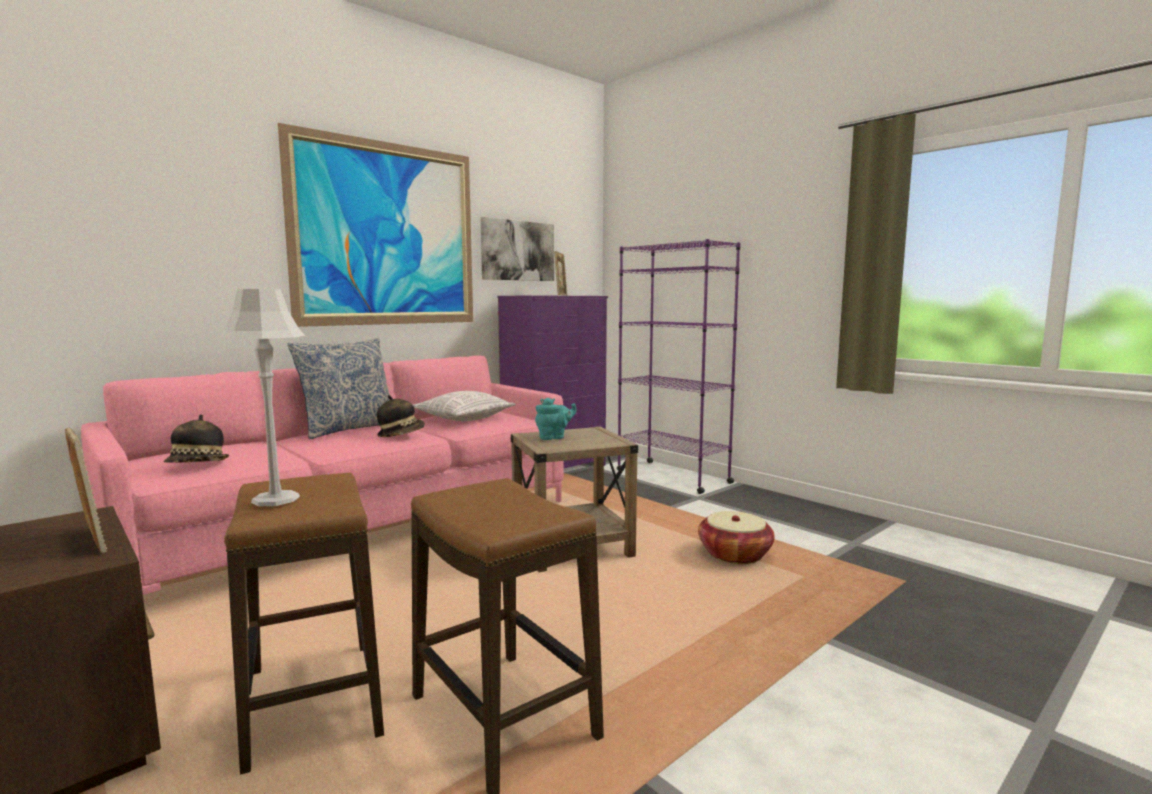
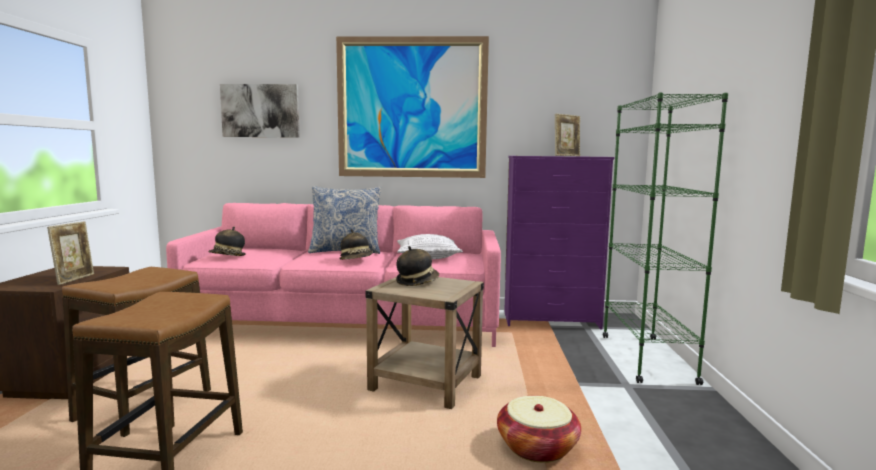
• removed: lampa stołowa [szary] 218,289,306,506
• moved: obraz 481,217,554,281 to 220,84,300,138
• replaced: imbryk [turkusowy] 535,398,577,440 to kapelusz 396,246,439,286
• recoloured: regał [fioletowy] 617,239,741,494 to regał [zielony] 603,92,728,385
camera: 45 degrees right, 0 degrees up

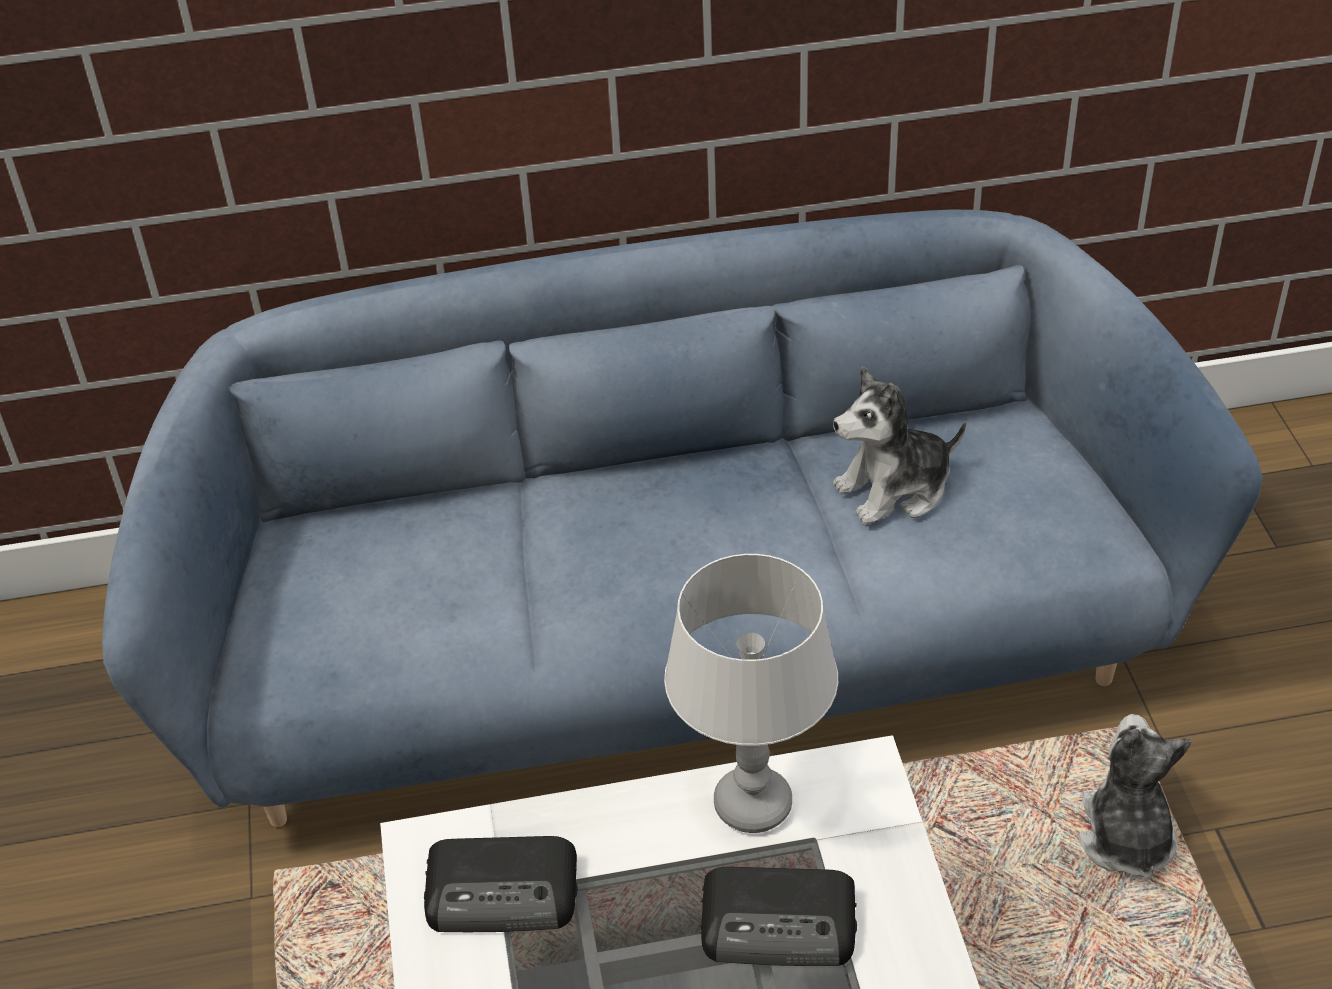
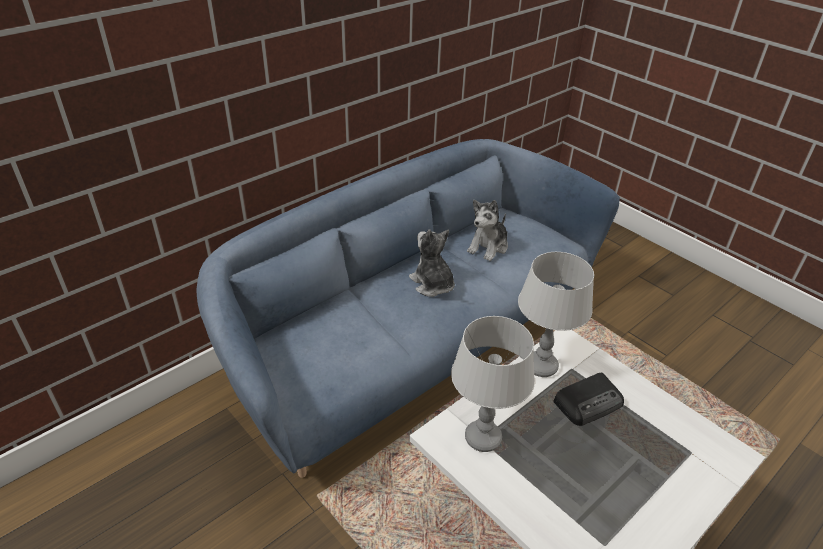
• moved: pluszak 1079,714,1192,880 to 409,229,455,297
• replaced: radio 424,836,578,932 to lampa stołowa [szary] 451,316,535,452
camera: 35 degrees left, 5 degrees down

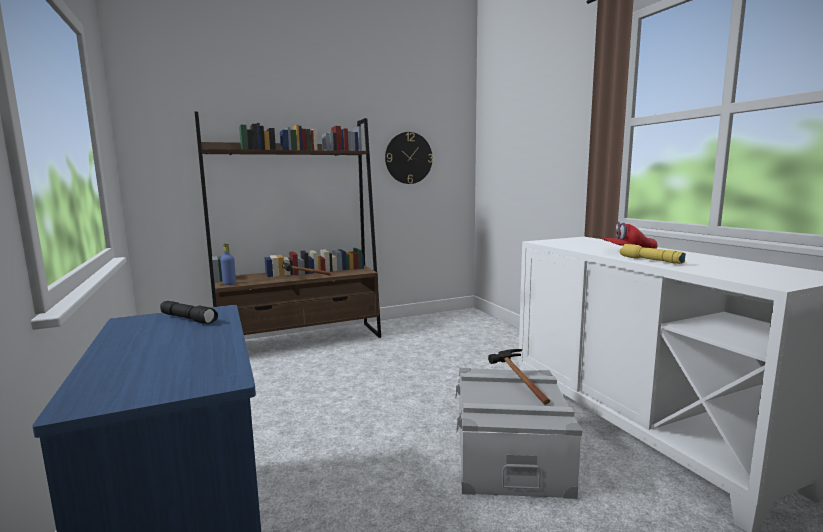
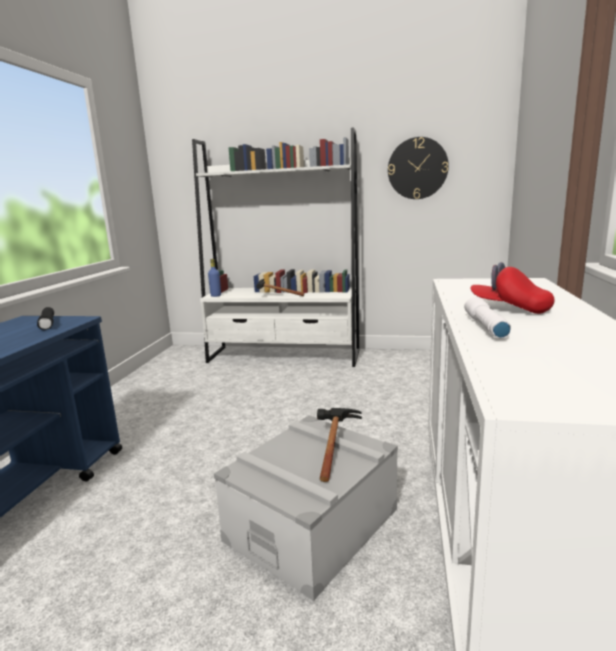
• recoloured: regał [brązowy] 195,112,381,338 to regał [biały] 192,127,359,367
• recoloured: latarka [żółty] 620,244,686,264 to latarka [biały] 464,297,511,338
camera: 35 degrees right, 5 degrees up

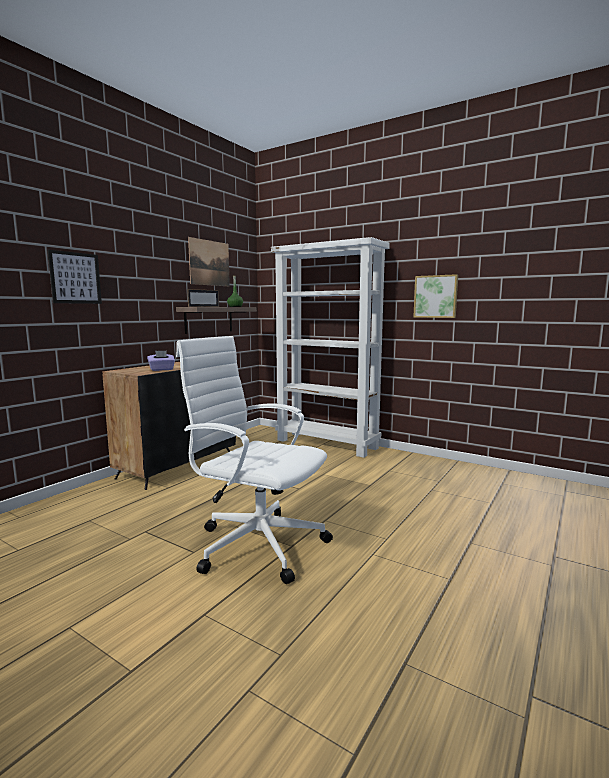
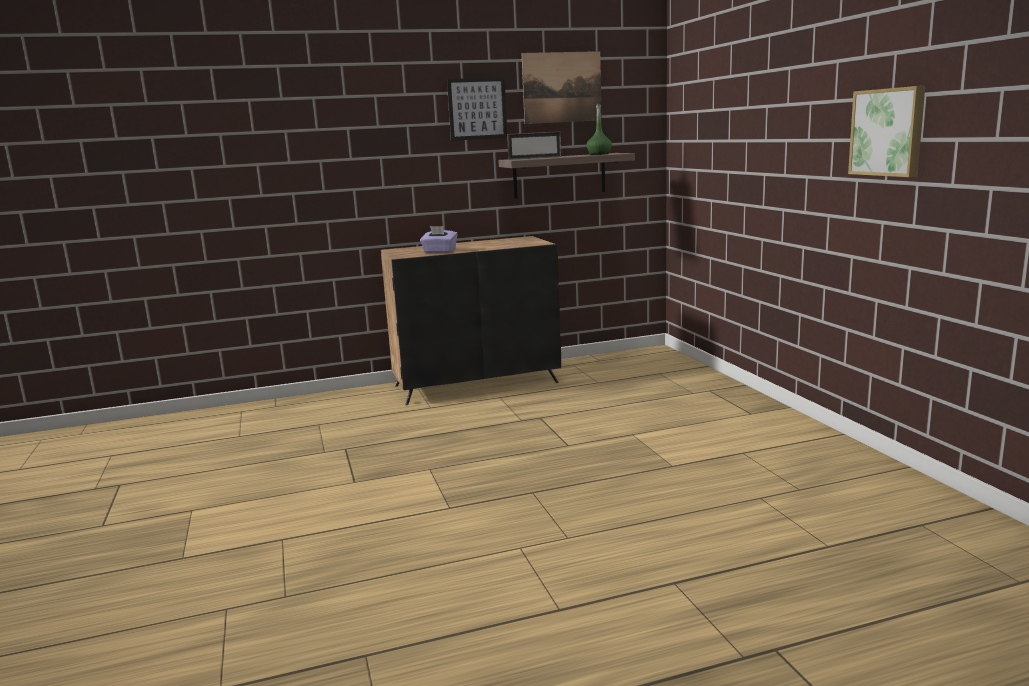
• removed: krzesło biurowe [biały] 176,336,333,584
• removed: regał [biały] 271,237,390,458
• moved: obraz 48,250,102,304 to 447,77,507,141
camera: 40 degrees right, 5 degrees up

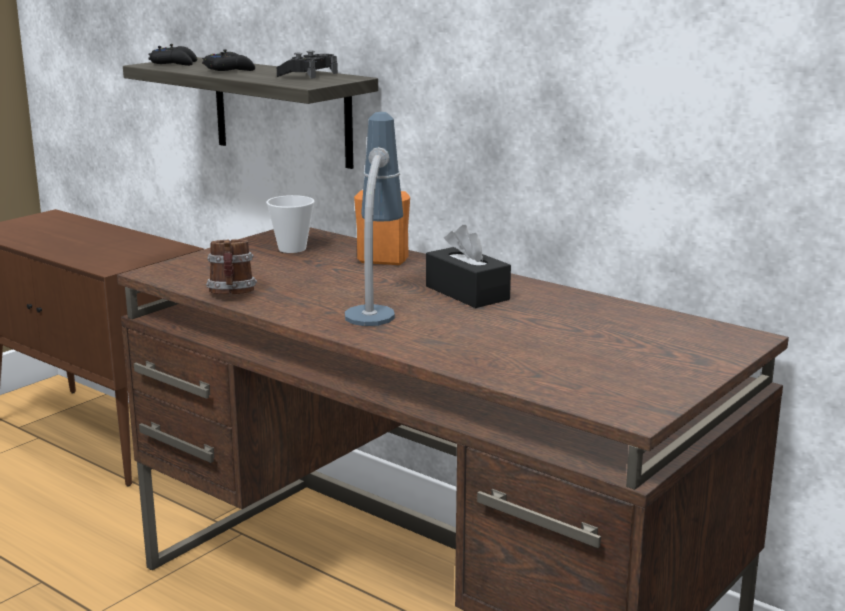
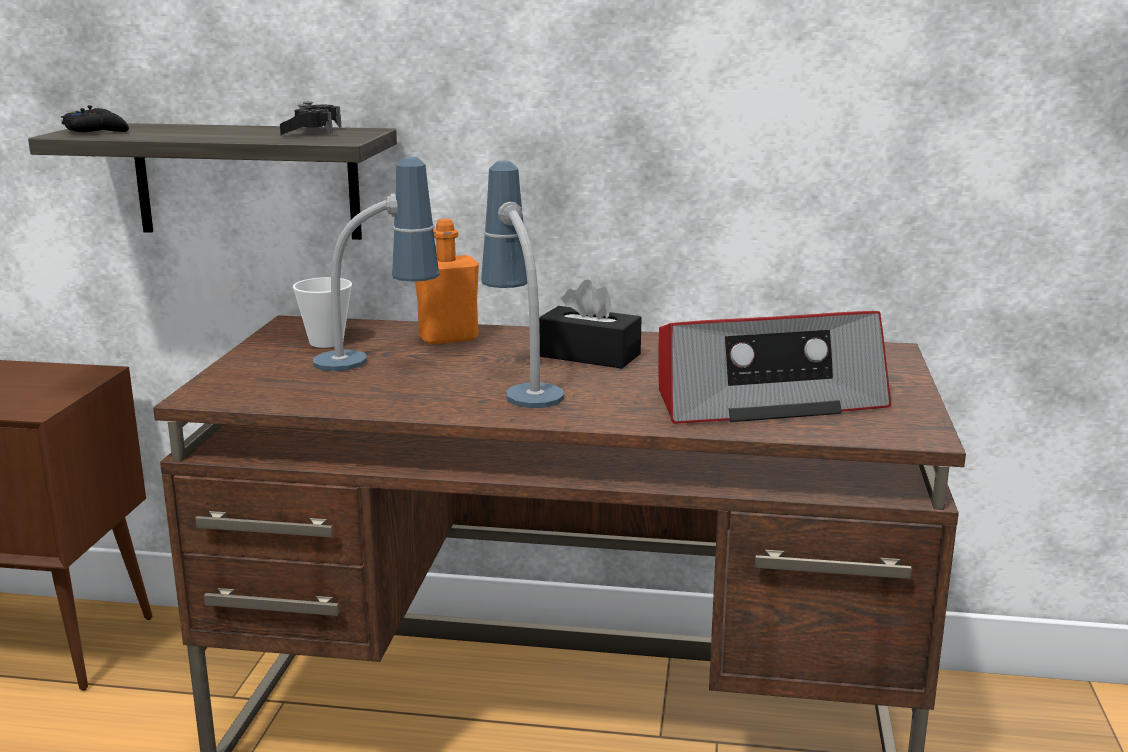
• removed: pad do gier [czarny] 202,50,255,71
• removed: kubek 206,239,257,294
• added: lampa stołowa 313,157,440,371
• added: radio 658,311,891,424
camera: 30 degrees left, 0 degrees up

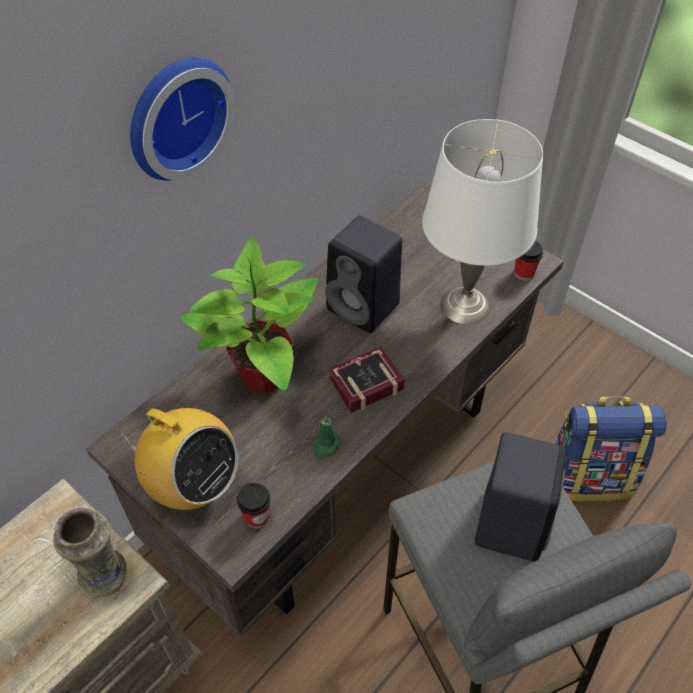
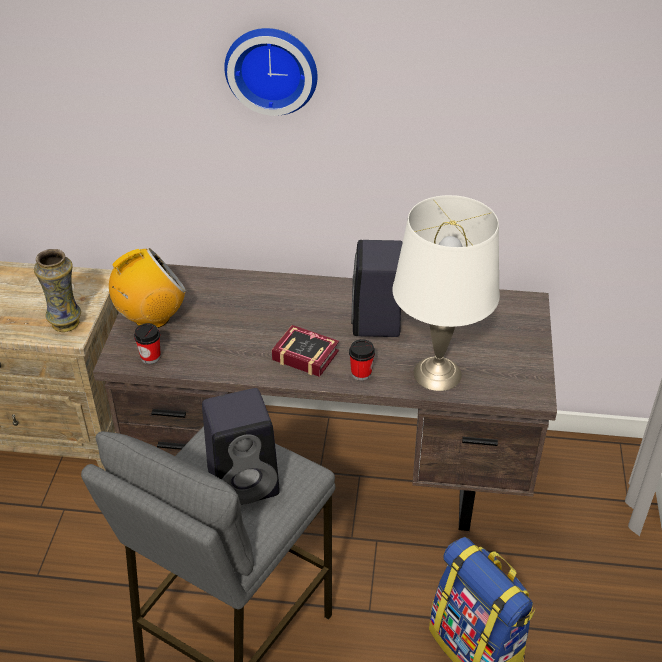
• removed: roślina doniczkowa 180,237,318,394
• removed: świeca [zielony] 313,416,342,459
• moved: filiżanka 514,241,543,281 to 349,339,375,381
• turned: radio 119,408,238,510 = 109,248,186,328 120 degrees counterclockwise
camera: 55 degrees right, 10 degrees down

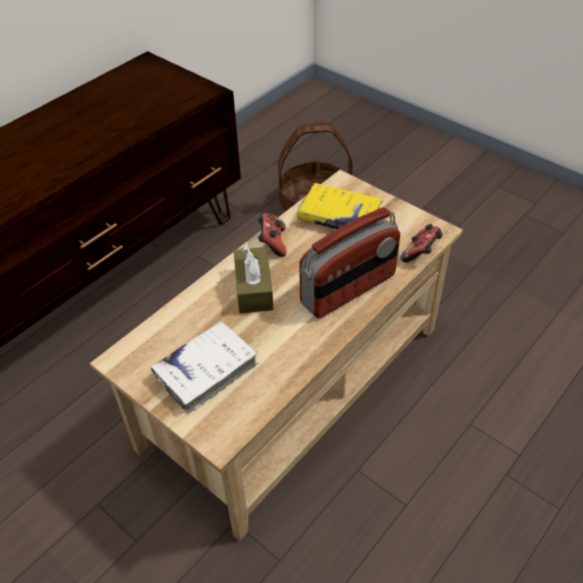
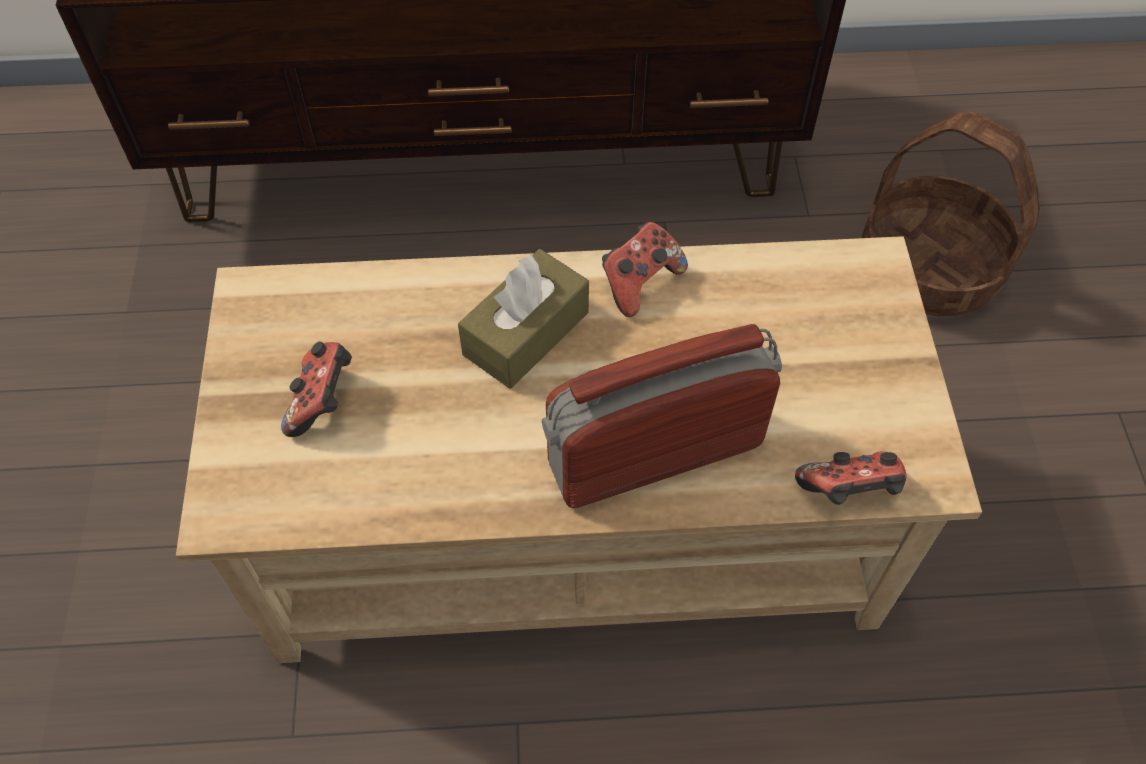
• removed: książka [żółty] 297,183,383,229
• replaced: książka [biały] 151,320,259,413 to pad do gier 281,342,352,437
• turned: radio 299,207,400,318 = 542,324,782,508 150 degrees clockwise
camera: 45 degrees right, 10 degrees up

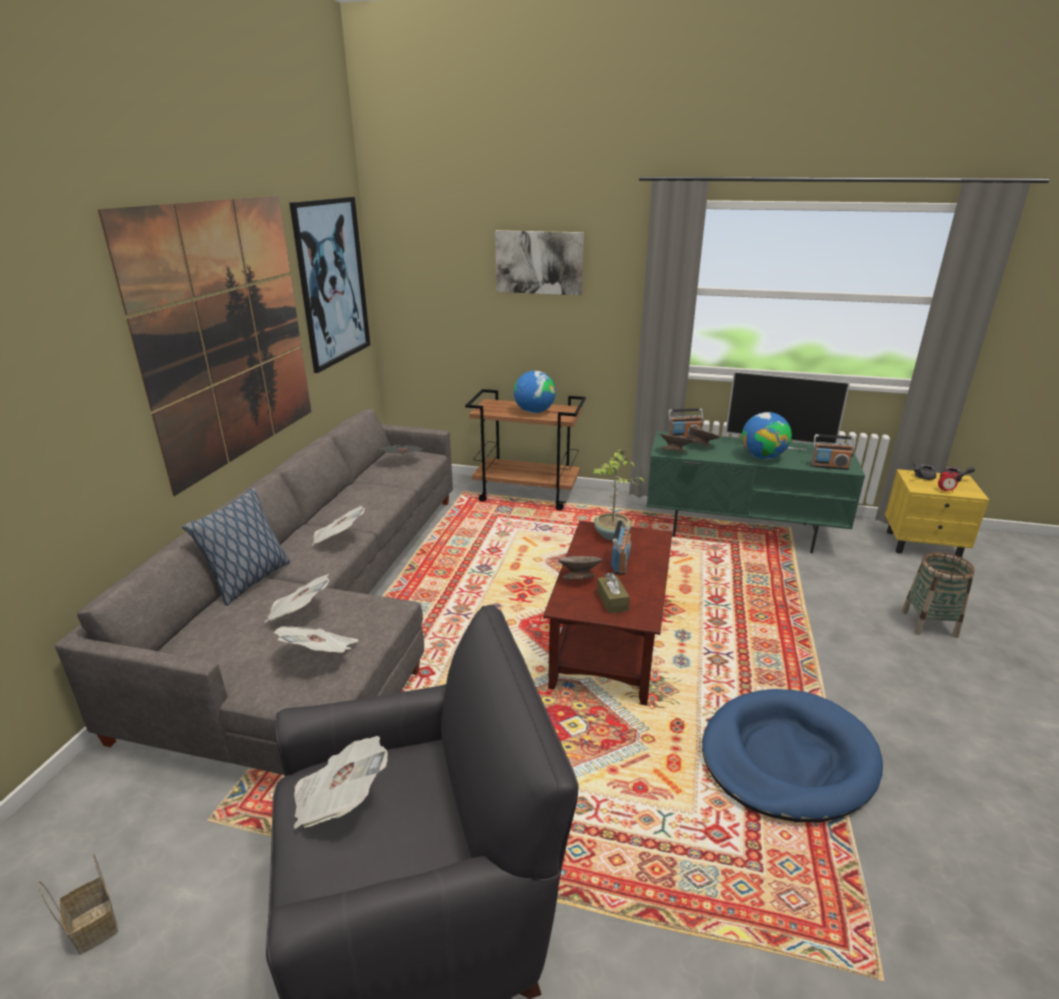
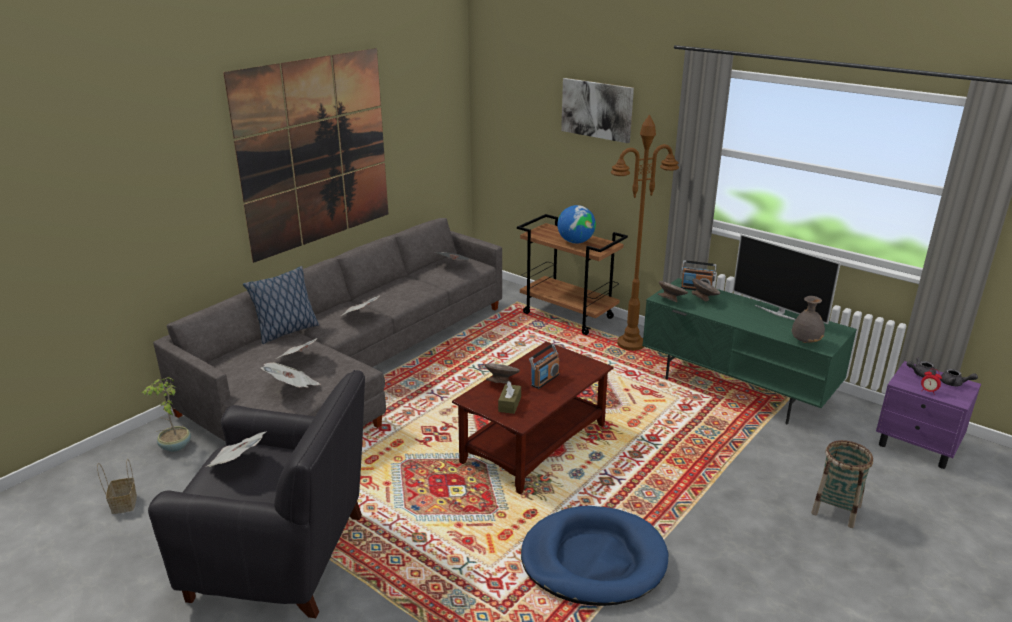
• removed: obraz 289,197,370,373
• removed: globus 742,412,792,459
• added: lampa stojąca [brązowy] 611,115,679,351
• moved: roślina doniczkowa 592,449,644,540 to 142,377,191,452
• replaced: radio 811,434,855,470 to wazon [szary] 792,296,825,343
• recoloured: szafka nocna [żółty] 885,469,989,558 to szafka nocna [fioletowy] 876,361,981,469
camera: 25 degrees right, 0 degrees up

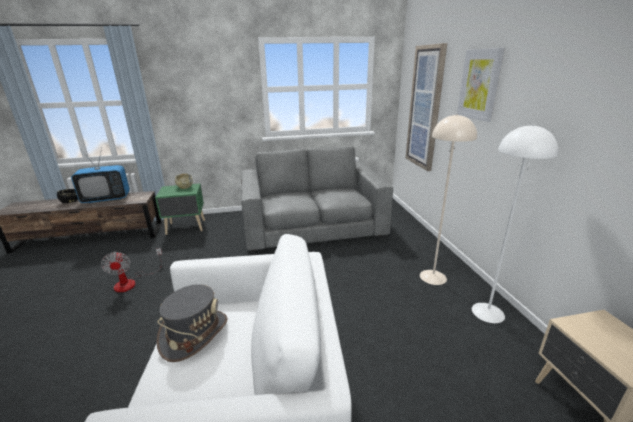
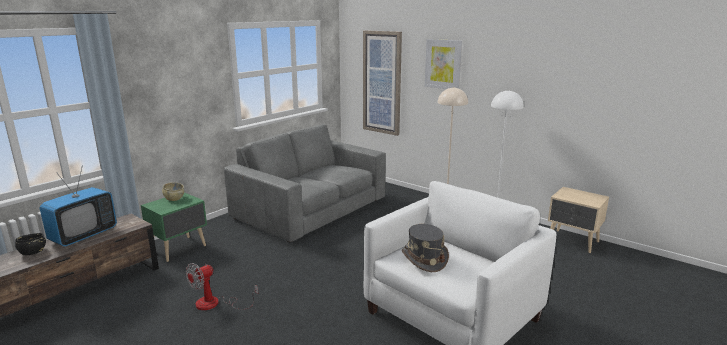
• turned: wentylator 101,248,162,293 = 186,263,258,310 105 degrees clockwise
camera: 40 degrees left, 5 degrees down

